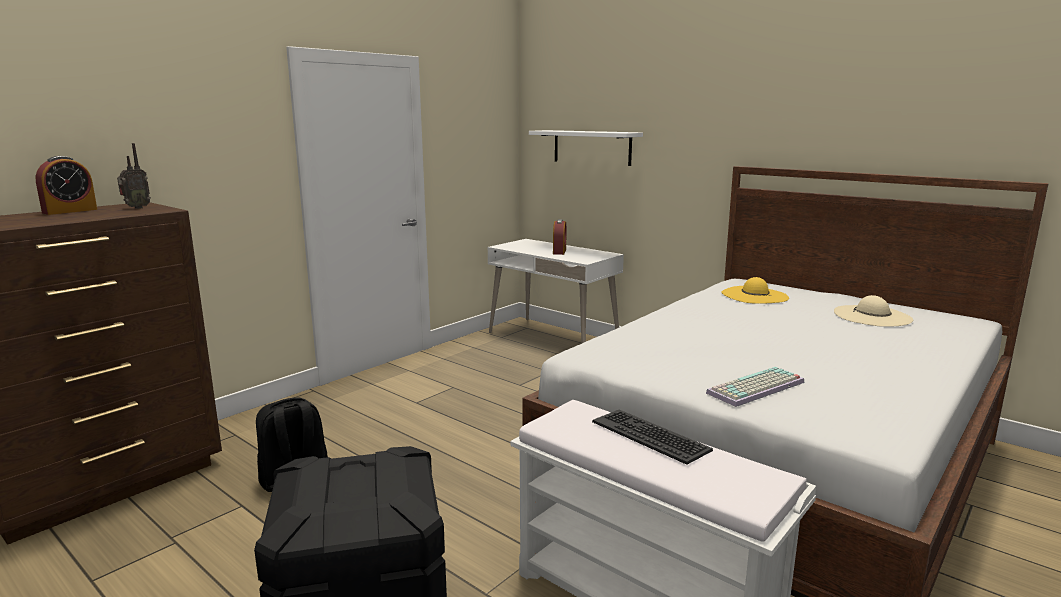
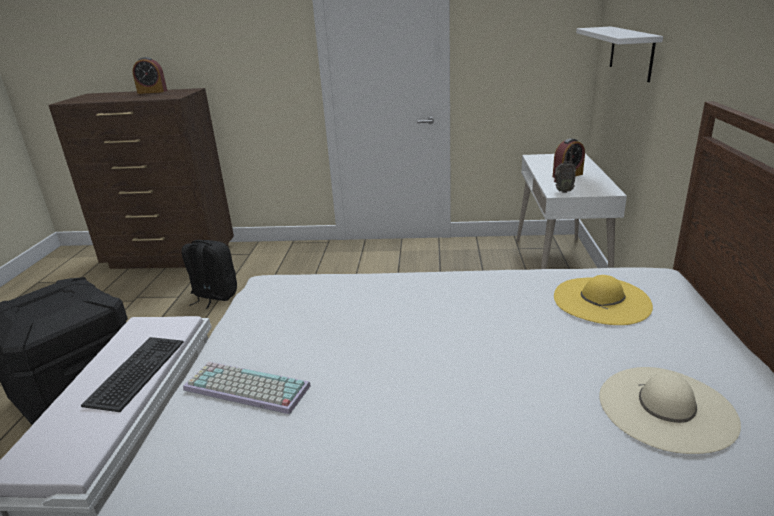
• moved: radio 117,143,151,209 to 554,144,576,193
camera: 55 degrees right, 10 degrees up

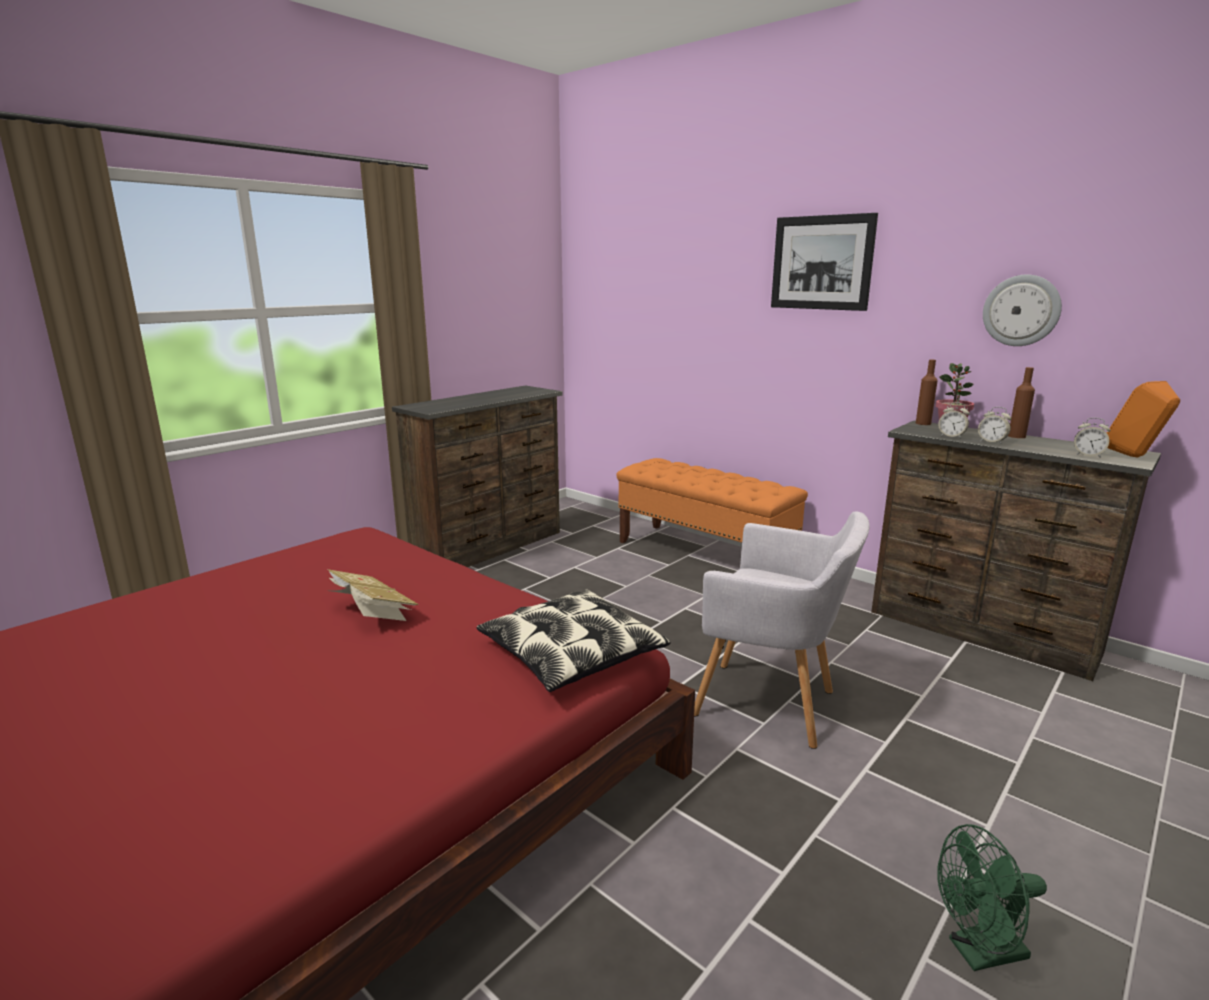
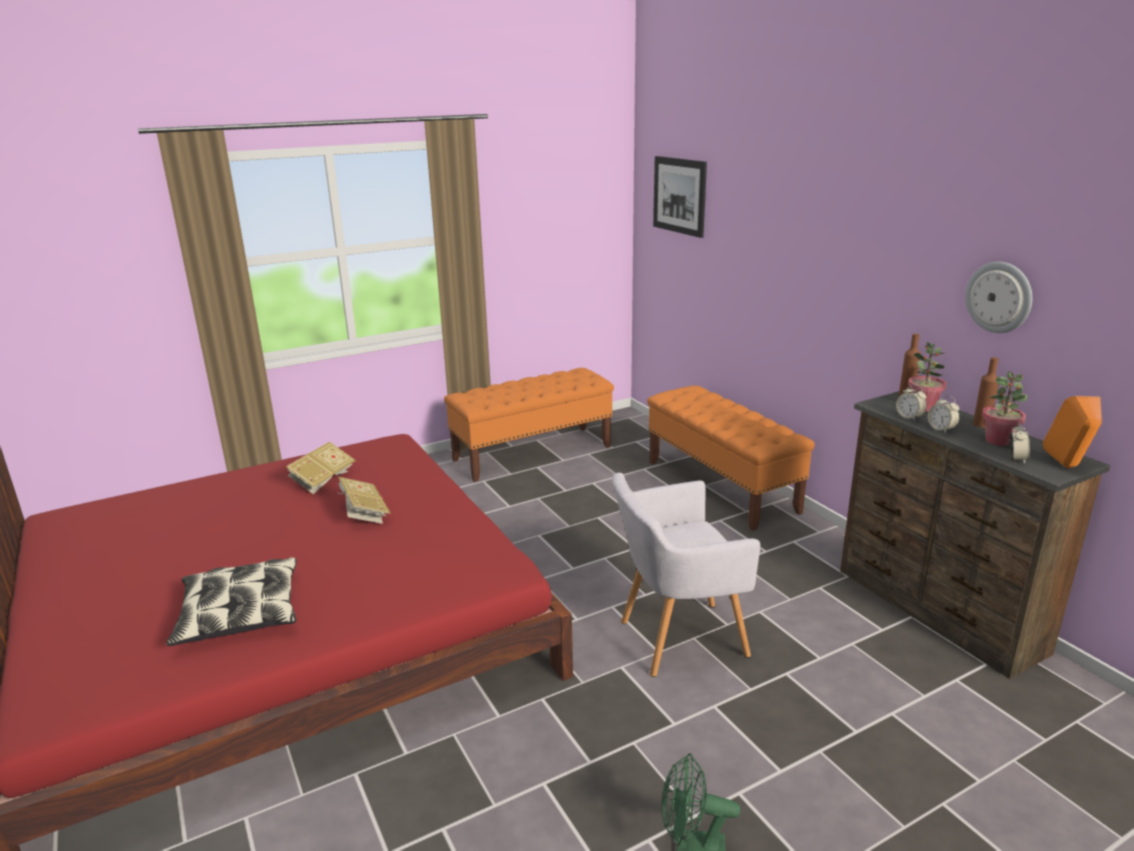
• added: książka 286,442,356,494
• added: roślina doniczkowa 982,372,1027,446
• moved: poduszka 477,589,671,692 to 167,557,297,646
• moved: obraz 771,213,878,311 to 653,156,707,238
• replaced: komoda [brązowy] 392,385,563,567 to ławka [pomarańczowy] 444,368,614,482
• turned: fotel [szary] 694,512,870,749 = 612,473,761,677 120 degrees clockwise
• turned: budzik 1074,418,1111,458 = 1009,423,1030,464 120 degrees counterclockwise
camera: 20 degrees right, 5 degrees up

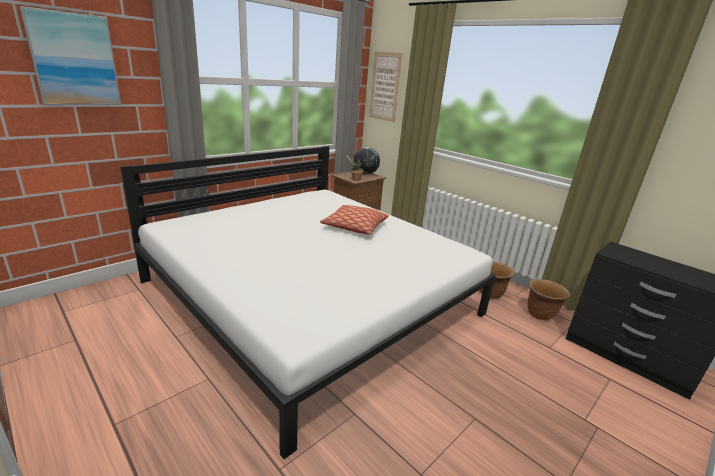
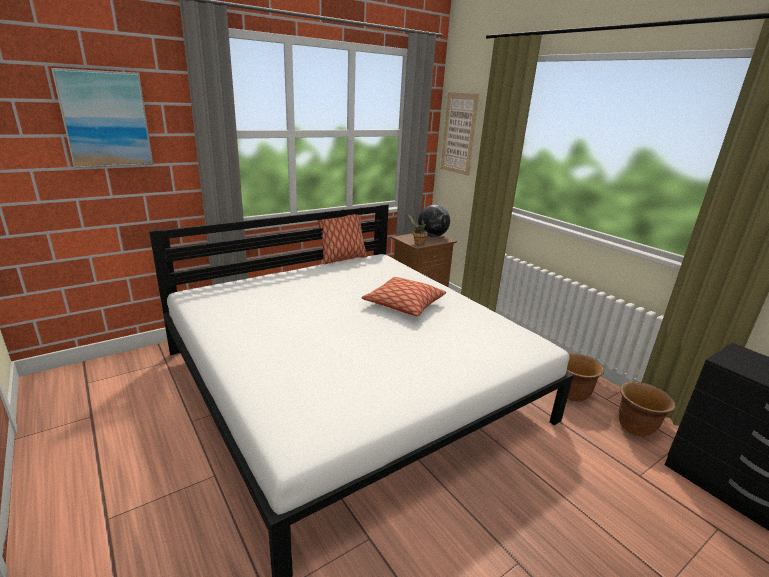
• added: poduszka 317,214,368,264
camera: 10 degrees right, 0 degrees up

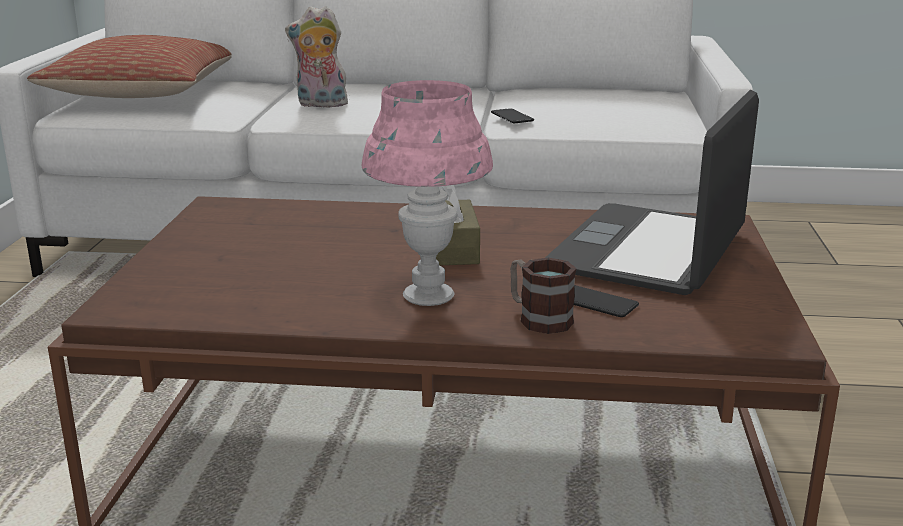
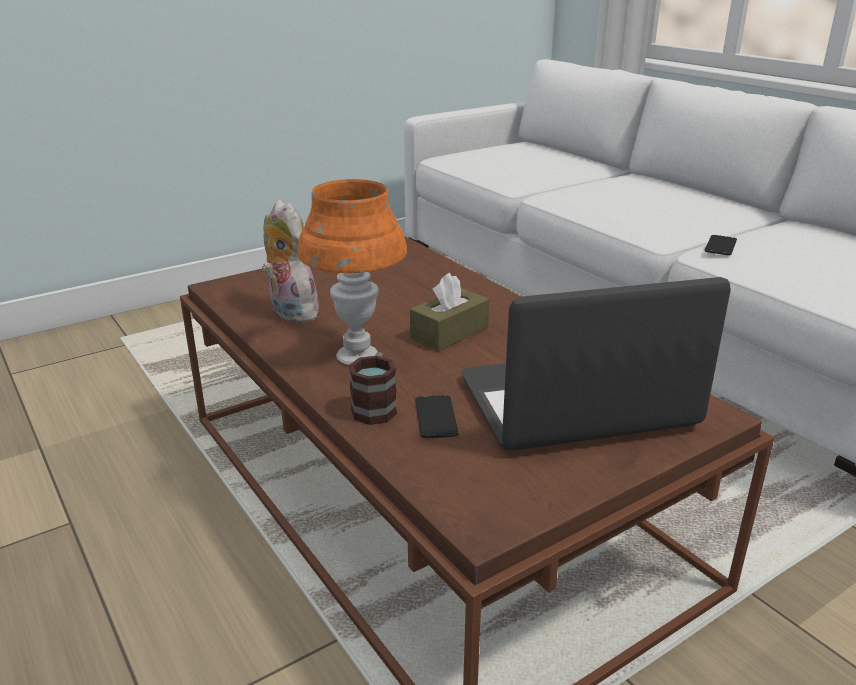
• removed: poduszka 27,35,232,98
• moved: pluszak 285,6,348,107 to 262,200,319,323
• recoloured: lampa stołowa [różowy] 362,80,493,306 to lampa stołowa [pomarańczowy] 297,179,407,365
camera: 50 degrees right, 5 degrees up

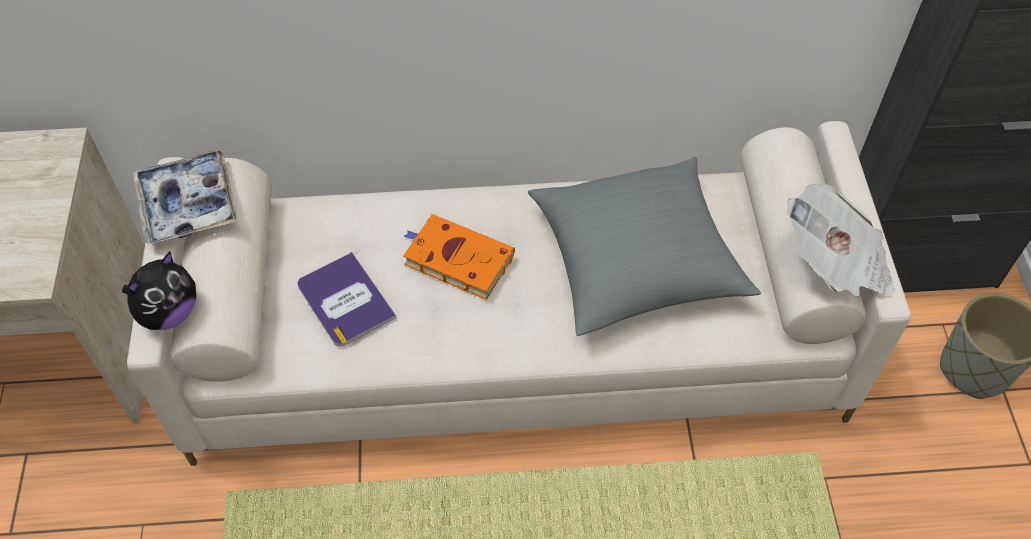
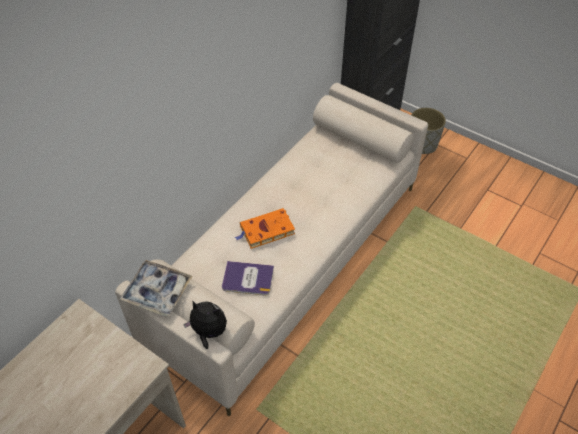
• removed: poduszka [szary] 528,157,761,336
• removed: gazeta 787,183,895,297
• turned: pluszak 122,251,196,330 = 183,301,227,349 60 degrees counterclockwise
camera: 50 degrees left, 5 degrees down

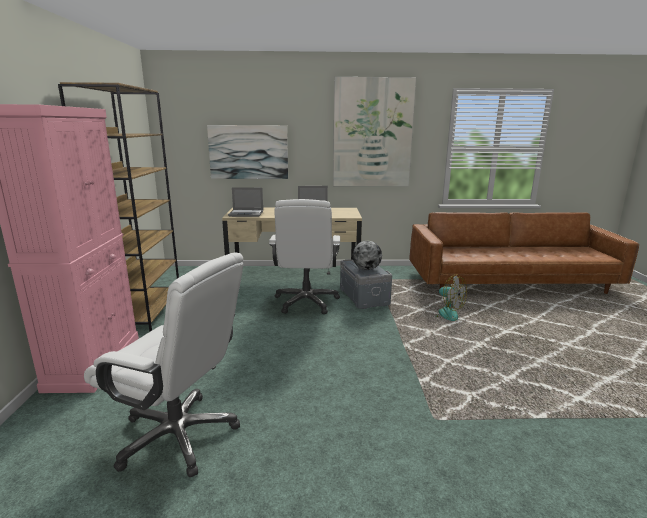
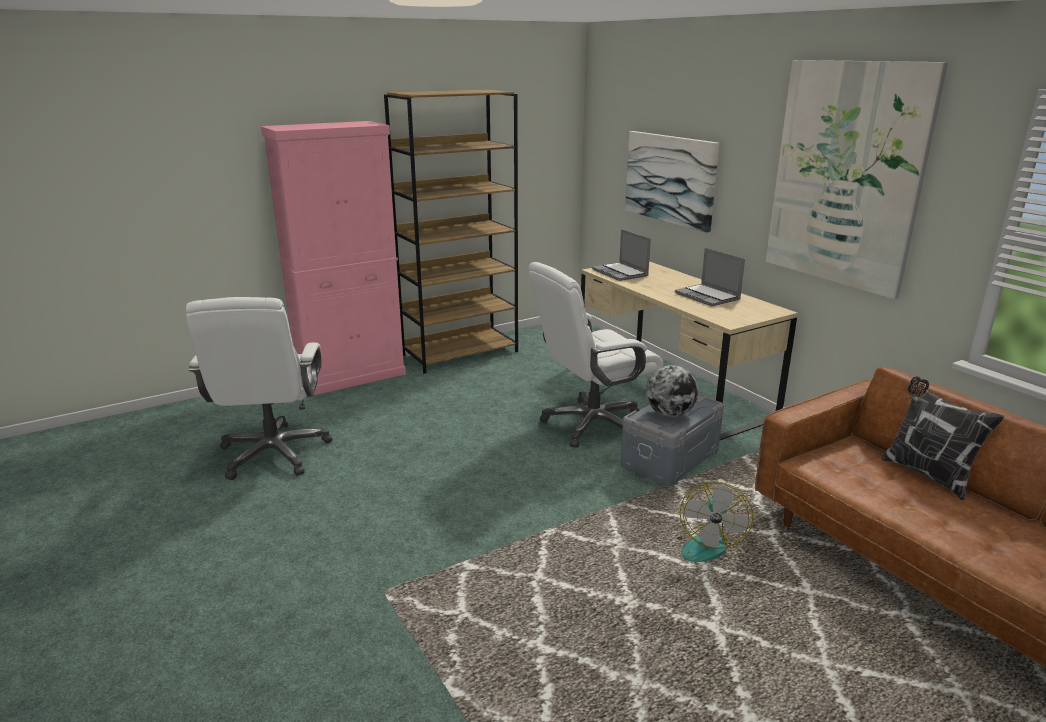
• added: poduszka 882,377,1004,501
camera: 60 degrees right, 5 degrees up

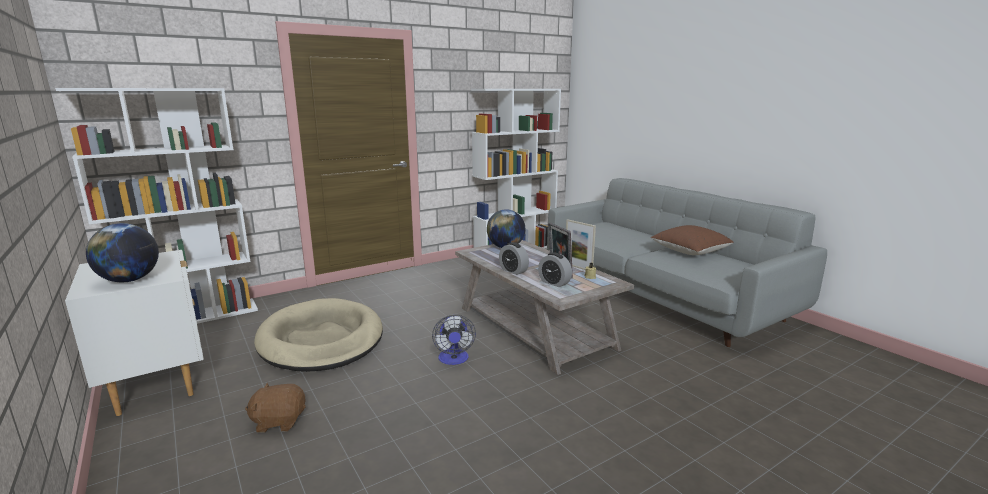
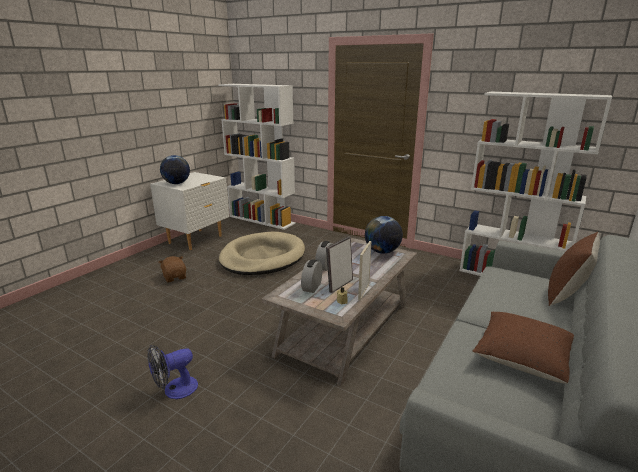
• added: poduszka [brązowy] 548,232,600,306
• moved: wentylator 432,315,476,365 to 147,345,198,399
camera: 65 degrees right, 5 degrees up

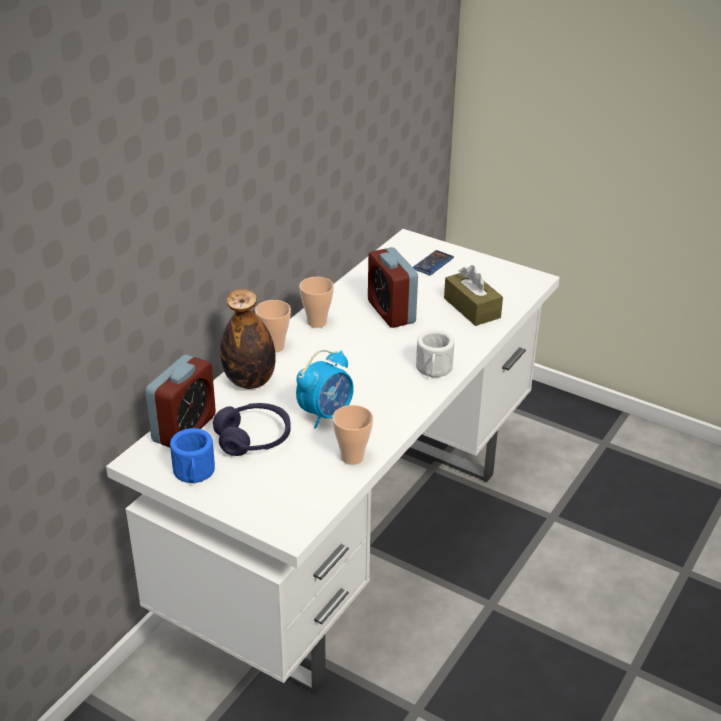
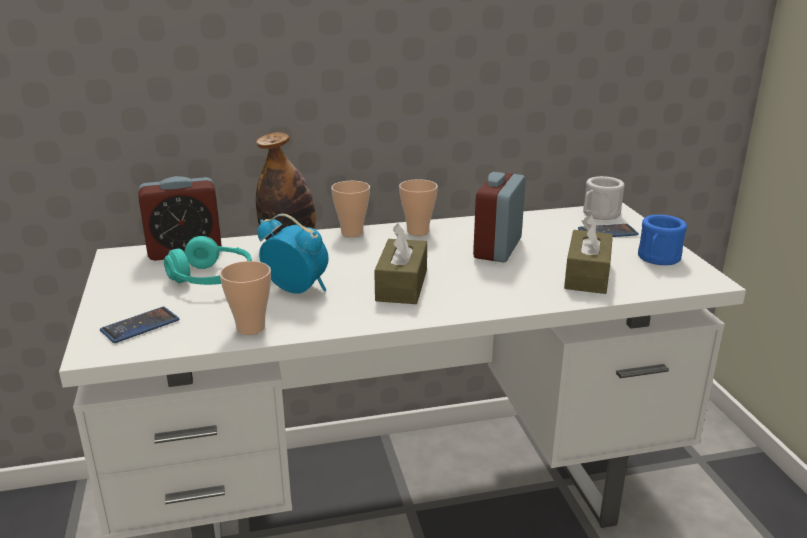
• added: telefon 100,307,179,343
• added: pudełko chusteczek [brązowy] 374,223,427,304
• moved: kubek [niebieski] 170,428,215,483 to 638,215,687,265
• moved: kubek [biały] 416,330,454,377 to 583,176,625,220
• recoloured: słuchawki [fioletowy] 213,403,291,456 to słuchawki [turkusowy] 164,236,252,285
• turned: budzik 296,350,354,429 = 257,214,329,294 150 degrees counterclockwise
camera: 45 degrees right, 10 degrees down

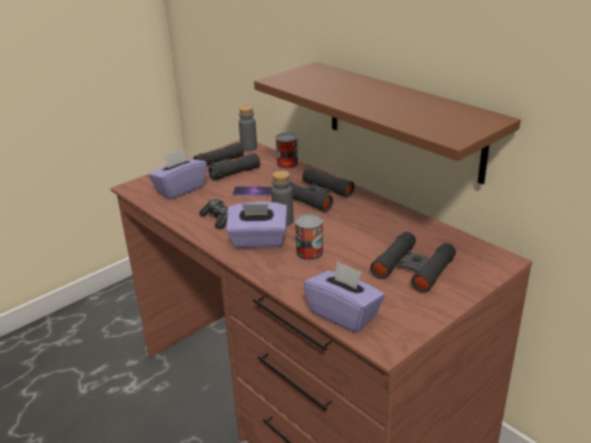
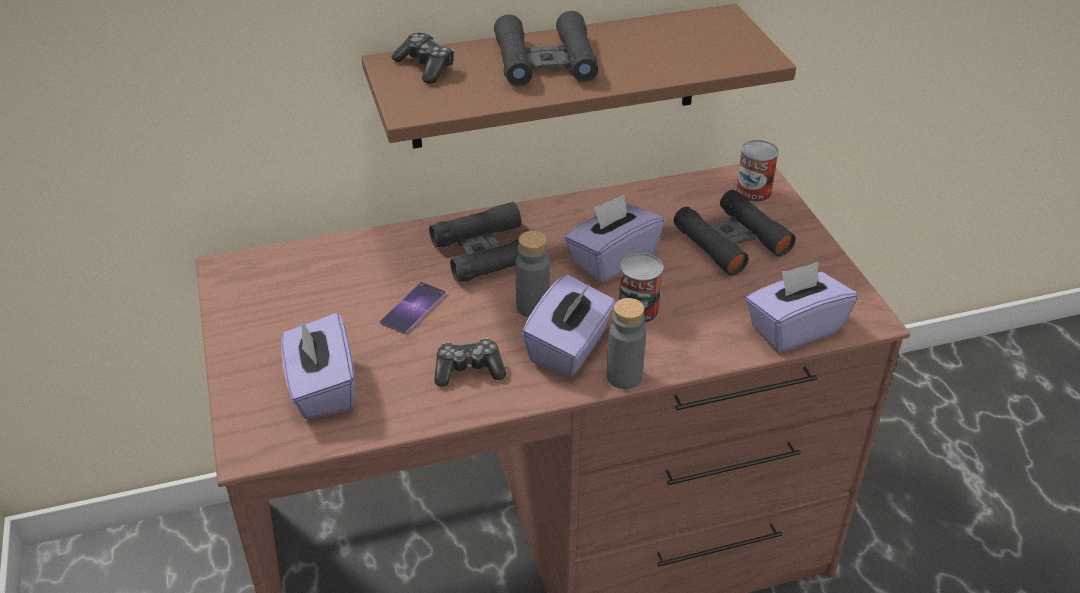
• added: pad do gier 392,32,454,84
• added: pudełko chusteczek [fioletowy] 565,194,665,283
• moved: lornetka [czarny] 194,142,260,180 to 494,11,598,86
• moved: butelka [szary] 239,106,257,151 to 607,298,646,389
• moved: puszka 275,133,298,169 to 735,140,779,203
camera: 65 degrees left, 10 degrees up

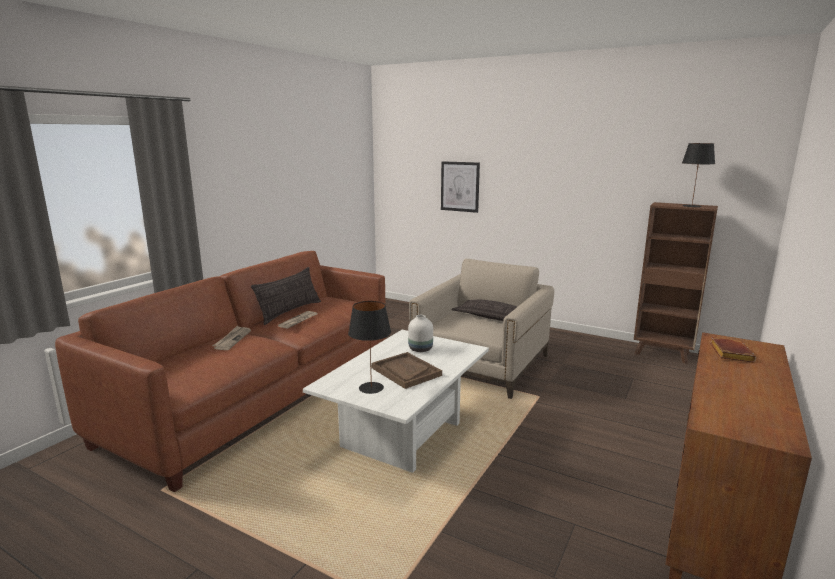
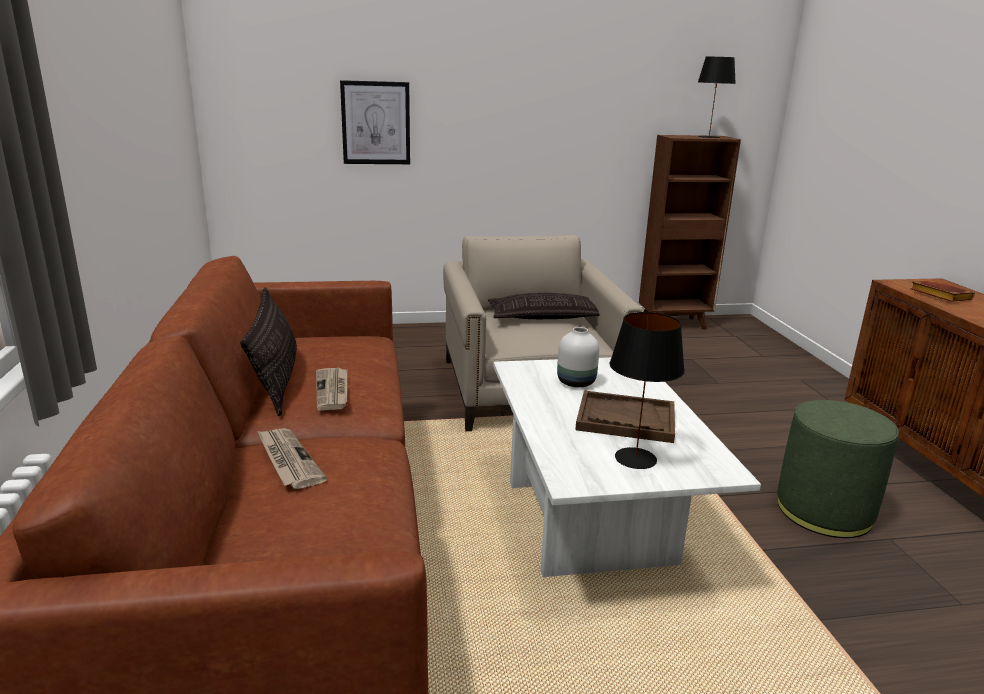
• added: pufa [zielony] 777,400,899,538
camera: 40 degrees left, 5 degrees up

